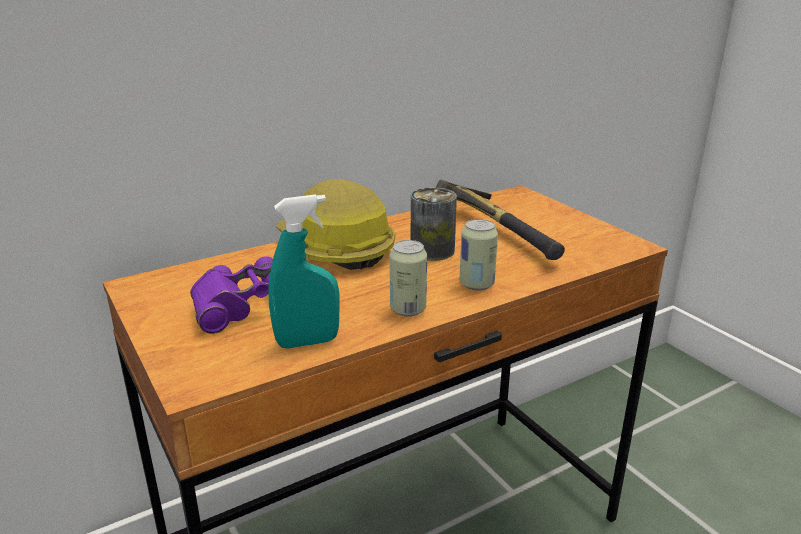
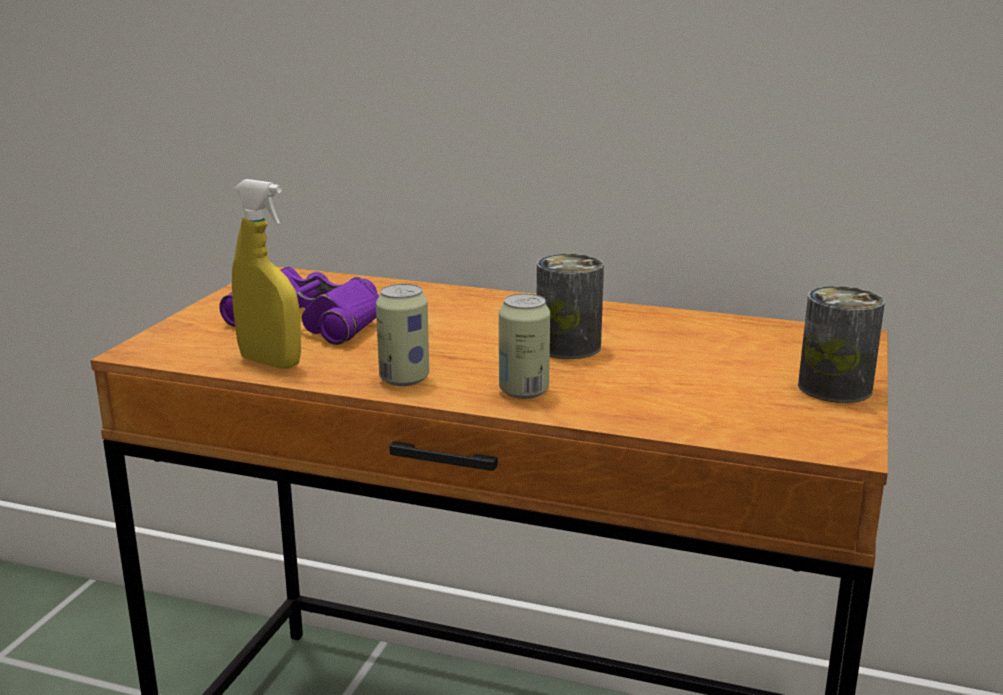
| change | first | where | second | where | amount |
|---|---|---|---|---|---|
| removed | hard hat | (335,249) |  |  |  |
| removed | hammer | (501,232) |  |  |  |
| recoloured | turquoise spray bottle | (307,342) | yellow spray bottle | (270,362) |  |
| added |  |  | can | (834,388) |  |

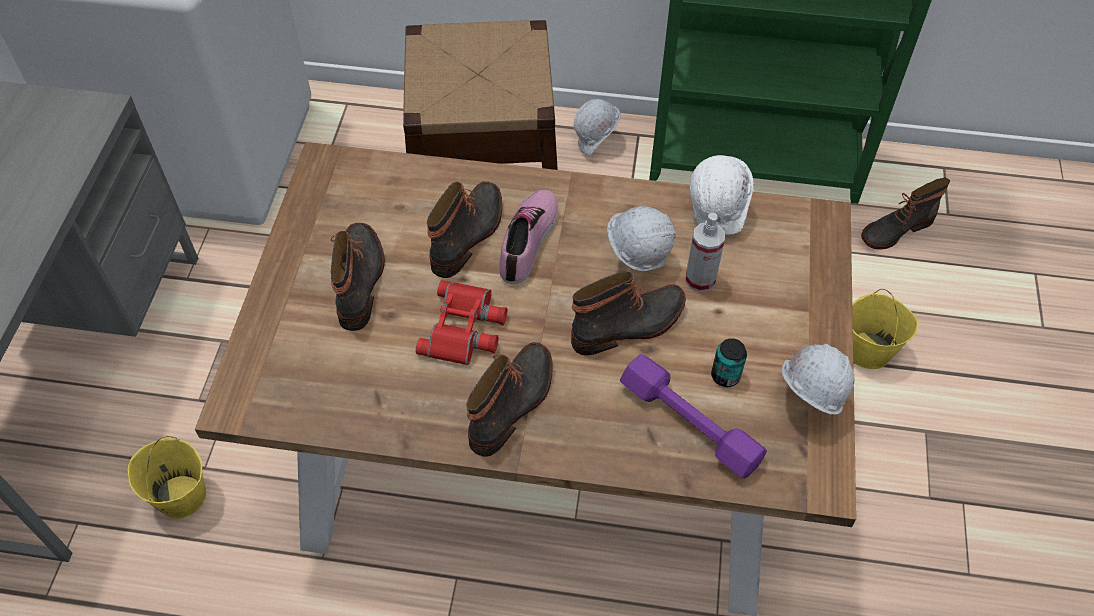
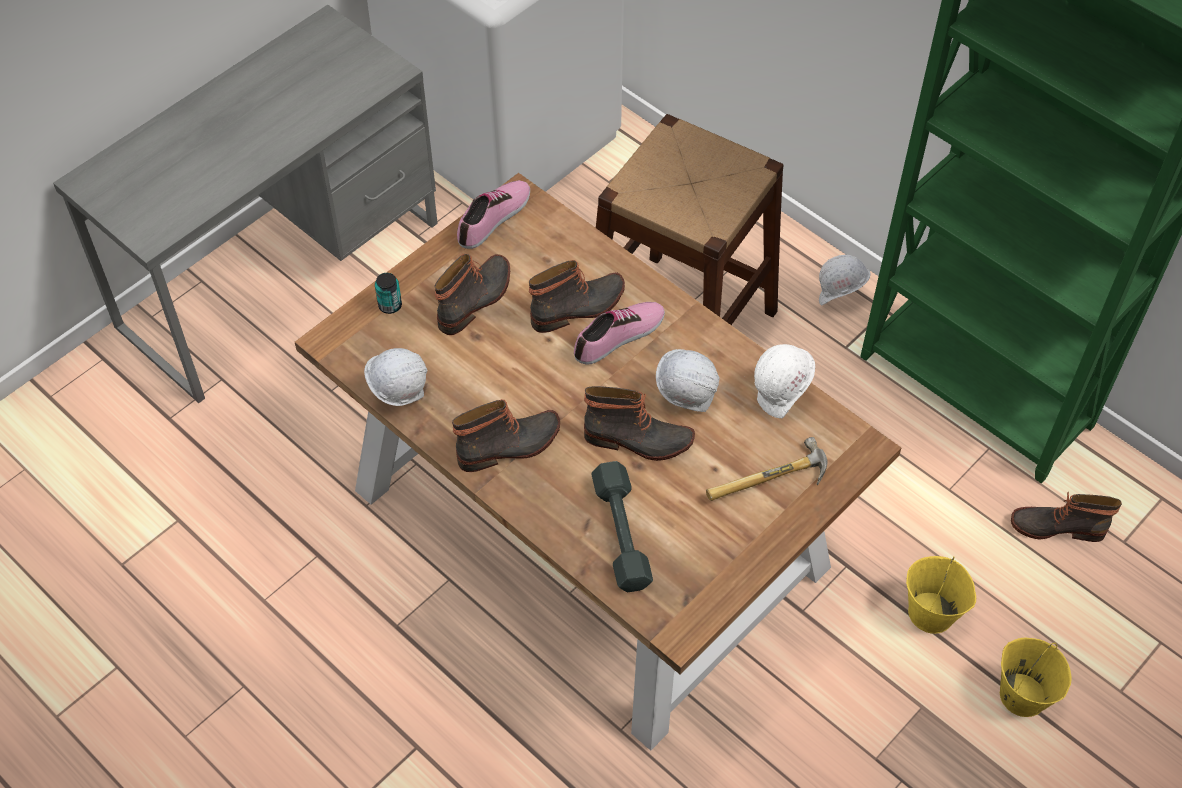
| change | first | where | second | where | amount |
|---|---|---|---|---|---|
| removed | spray bottle | (700,279) |  |  |  |
| removed | red binoculars | (465,329) |  |  |  |
| moved | can | (725,376) |  | (390,305) |  |
| moved | white hard hat | (805,401) |  | (399,395) |  |
| recoloured | purple dumbbell | (690,423) | grey dumbbell | (622,533) |  |
| moved | yellow bucket | (181,496) |  | (1022,695) |  |
| added |  |  | shoe | (494,218) |  |
| added |  |  | hammer | (770,484) |  |

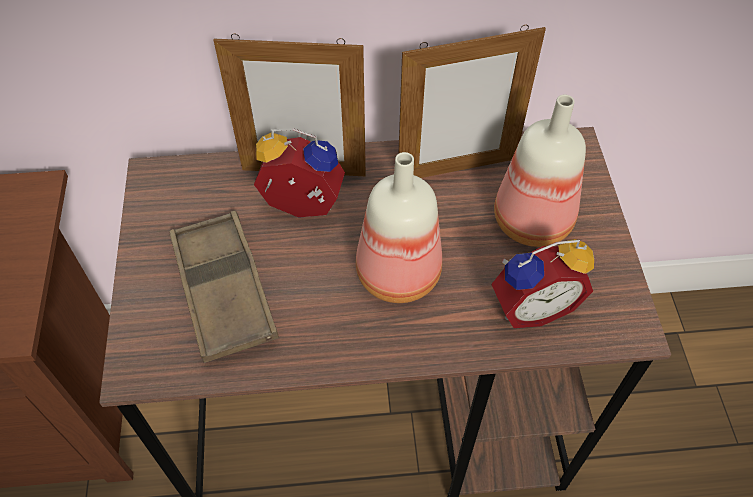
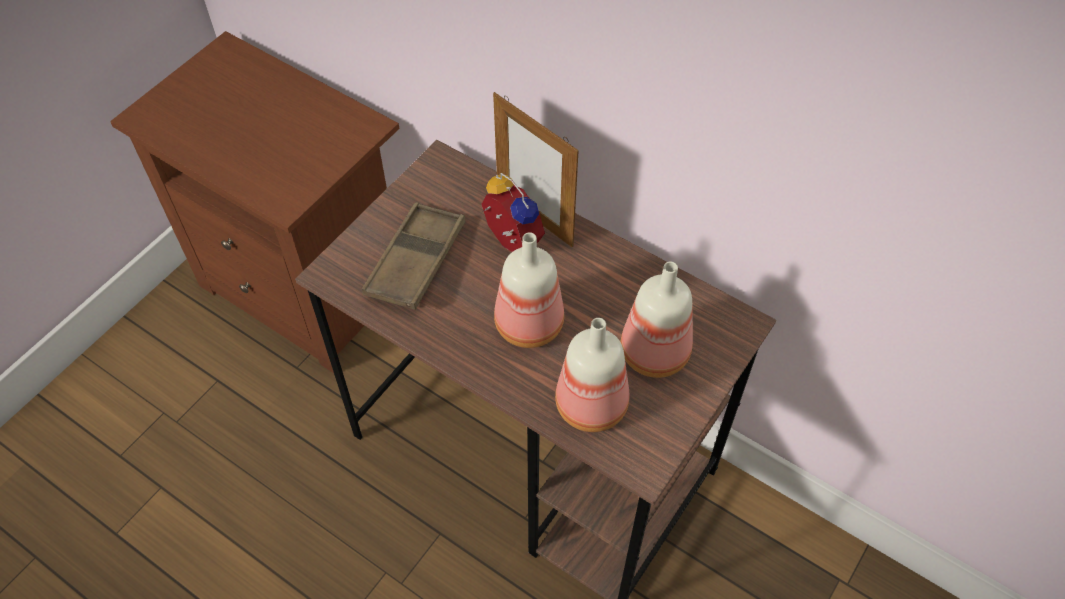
| change | first | where | second | where | amount |
|---|---|---|---|---|---|
| removed | picture frame | (457,169) |  |  |  |
| replaced | alarm clock | (531,305) | bottle | (593,404) |  |

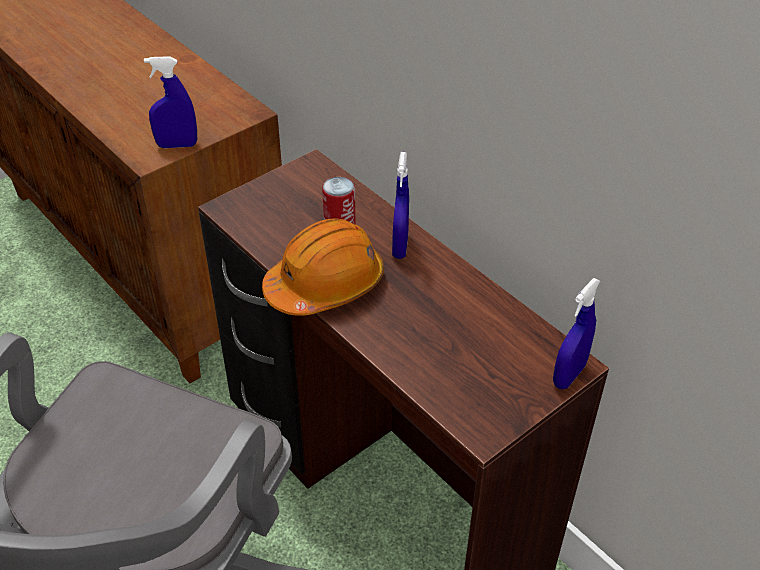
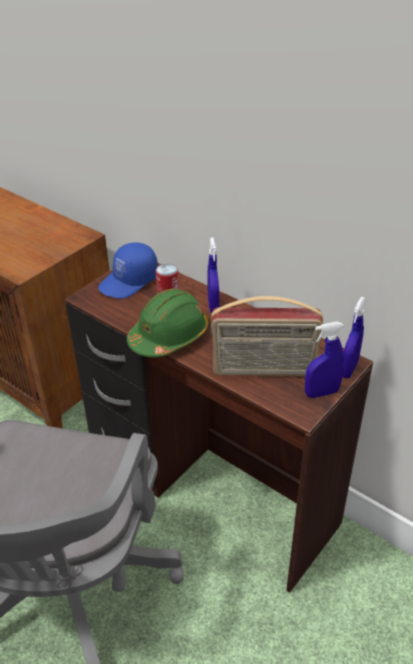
| change | first | where | second | where | amount |
|---|---|---|---|---|---|
| moved | blue spray bottle | (177,145) |  | (321,393) |  |
| recoloured | orange hard hat | (325,284) | green hard hat | (169,336) |  |
| added |  |  | blue cap | (129,282) |  |
| added |  |  | radio | (264,370) |  |

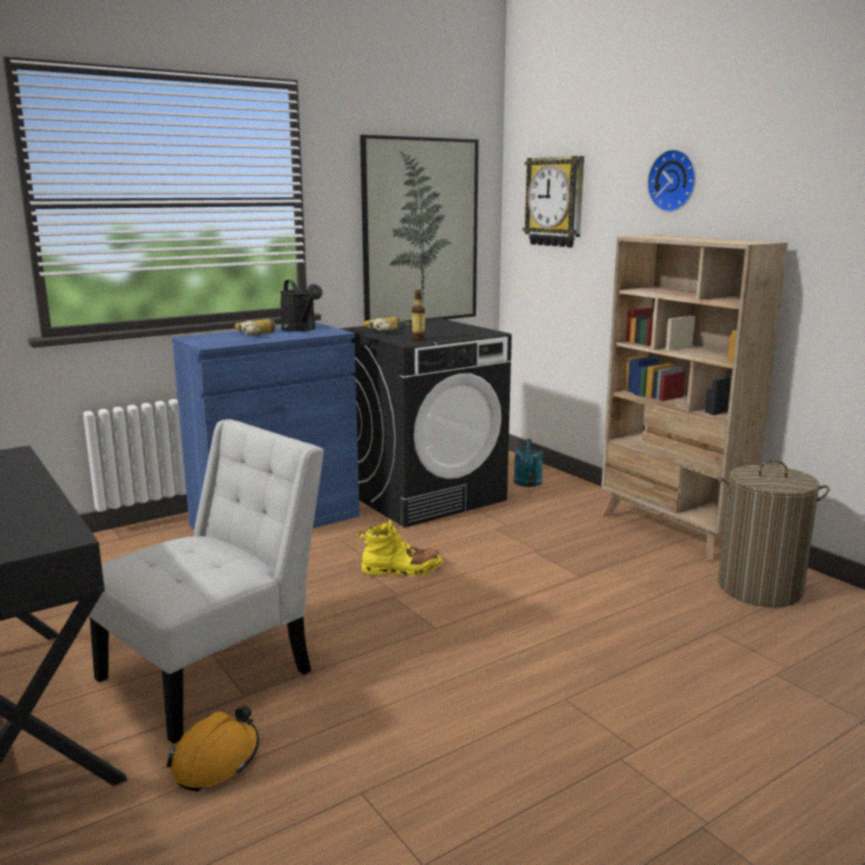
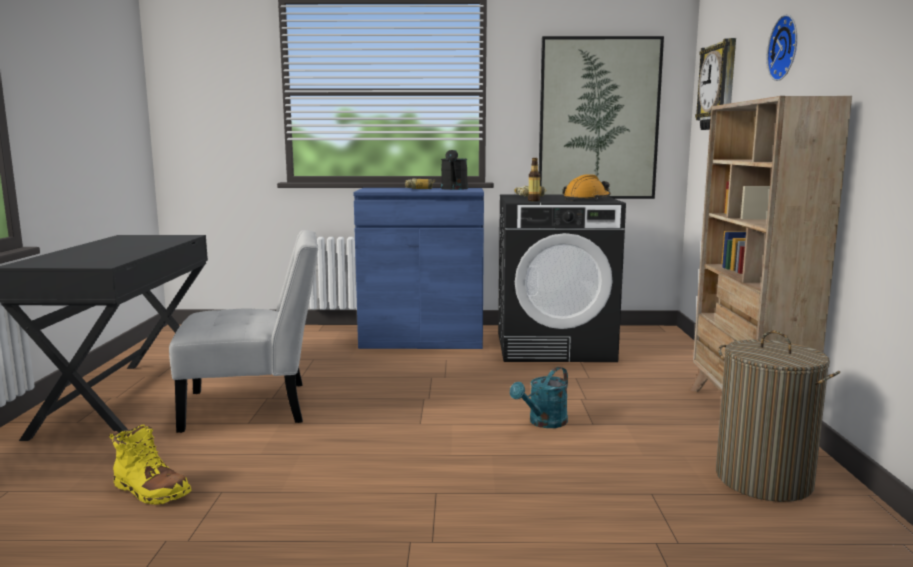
| change | first | where | second | where | amount |
|---|---|---|---|---|---|
| moved | turquoise watering can | (527,484) |  | (543,423) |  |
| moved | yellow boot | (401,570) |  | (151,491) |  |
| moved | orange hard hat | (216,760) |  | (587,199) |  |

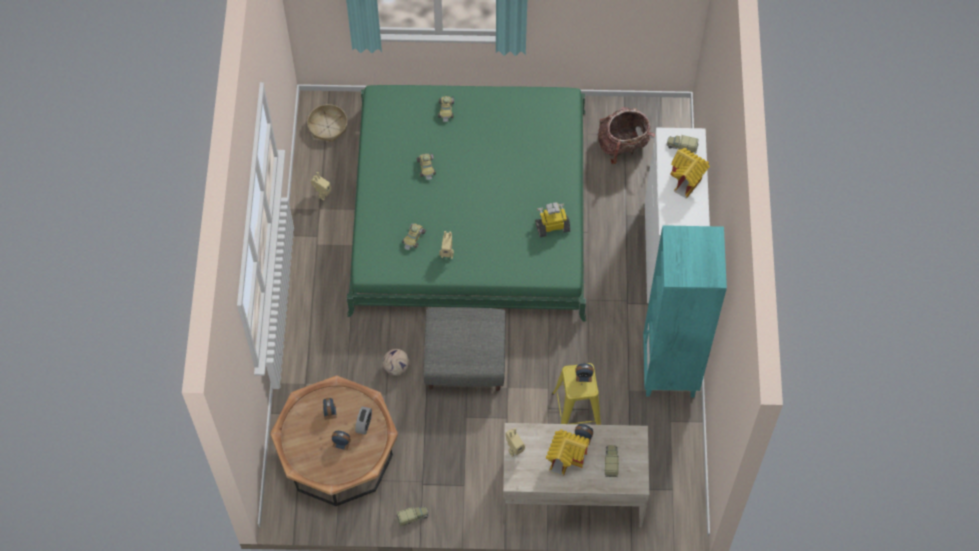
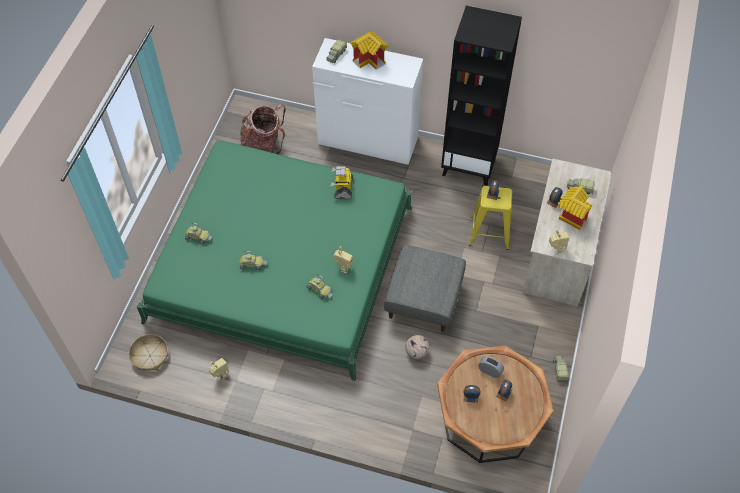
| change | first | where | second | where | amount |
|---|---|---|---|---|---|
| recoloured | turquoise bookcase | (670,370) | black bookcase | (469,165) |  |

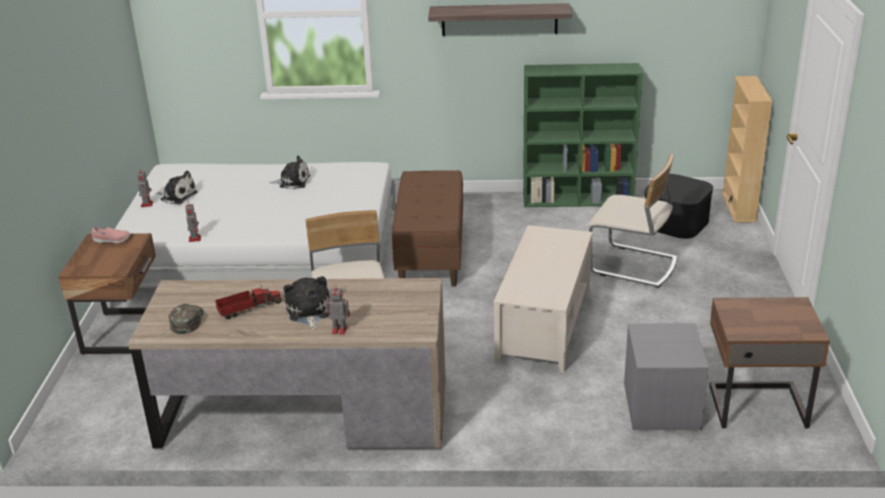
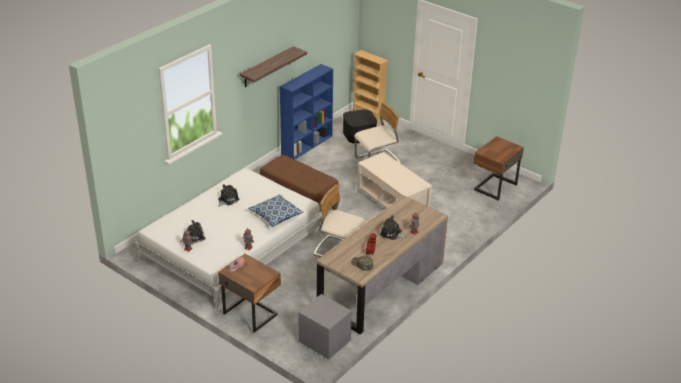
| change | first | where | second | where | amount |
|---|---|---|---|---|---|
| recoloured | green bookcase | (579,199) | blue bookcase | (307,145) |  |
| moved | grey nightstand | (661,407) |  | (324,341) |  |
| added |  |  | pillow | (275,216) |  |

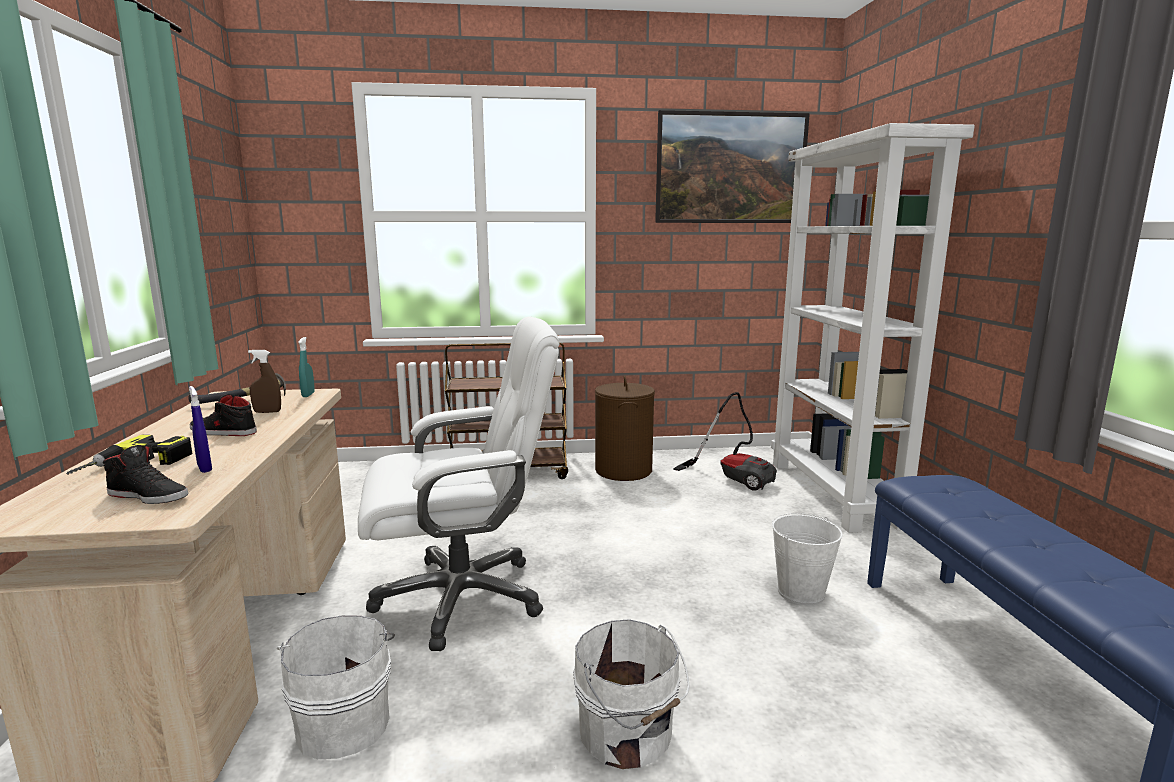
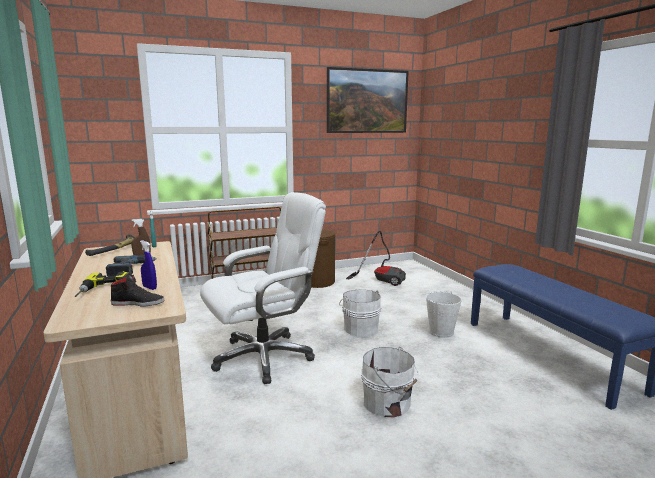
| change | first | where | second | where | amount |
|---|---|---|---|---|---|
| removed | white bookcase | (835,493) |  |  |  |
| replaced | black shoe | (222,432) | power drill | (130,269) |  |
| moved | white bucket | (345,721) |  | (360,328) |  |

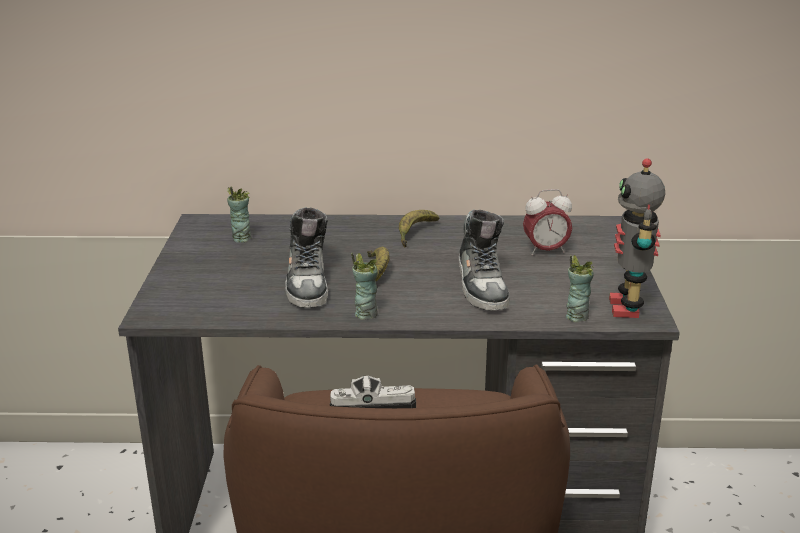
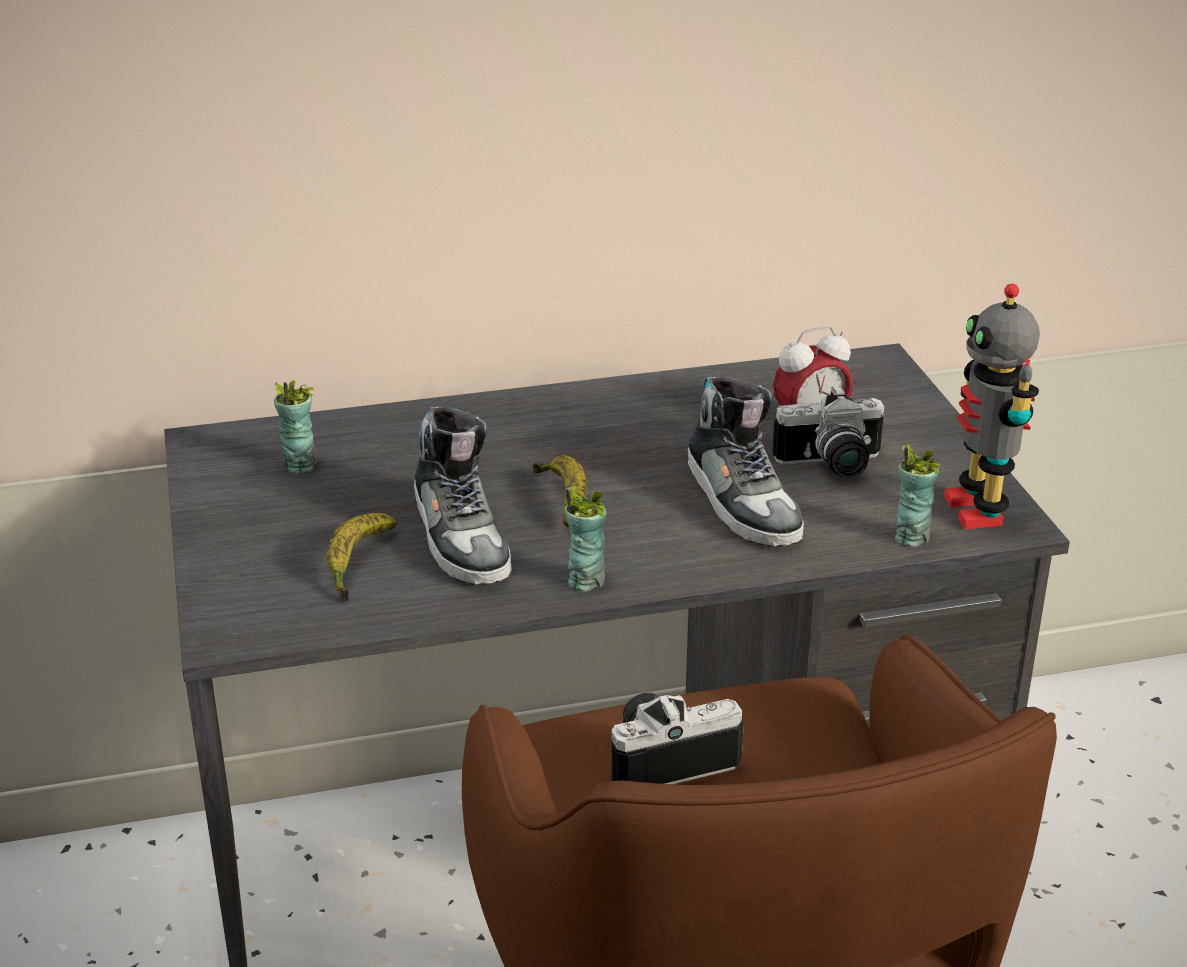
| change | first | where | second | where | amount |
|---|---|---|---|---|---|
| moved | banana | (415,233) |  | (357,564) |  |
| added |  |  | photo camera | (832,466) |  |

